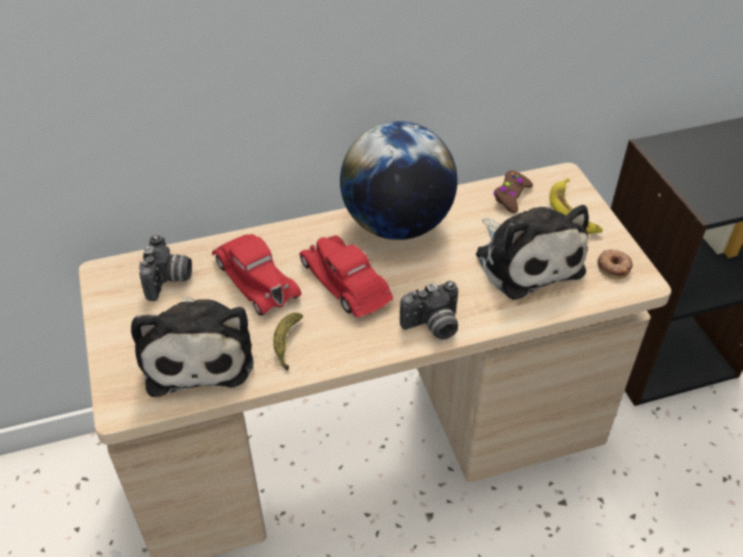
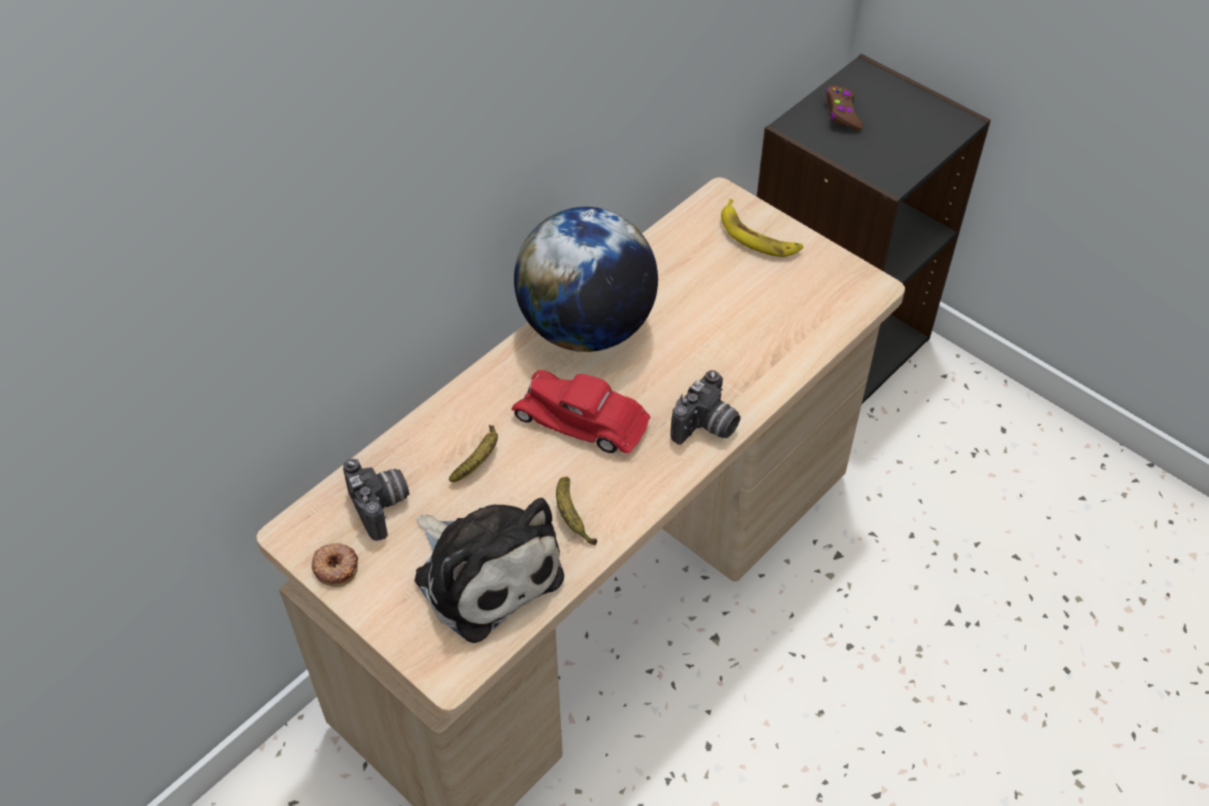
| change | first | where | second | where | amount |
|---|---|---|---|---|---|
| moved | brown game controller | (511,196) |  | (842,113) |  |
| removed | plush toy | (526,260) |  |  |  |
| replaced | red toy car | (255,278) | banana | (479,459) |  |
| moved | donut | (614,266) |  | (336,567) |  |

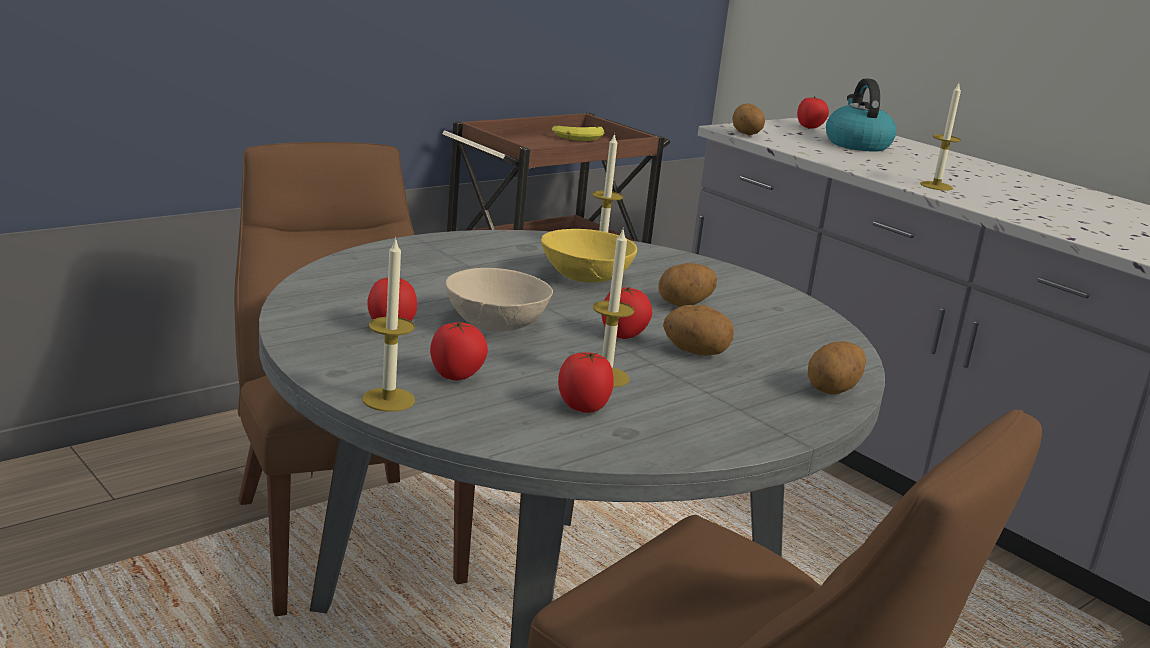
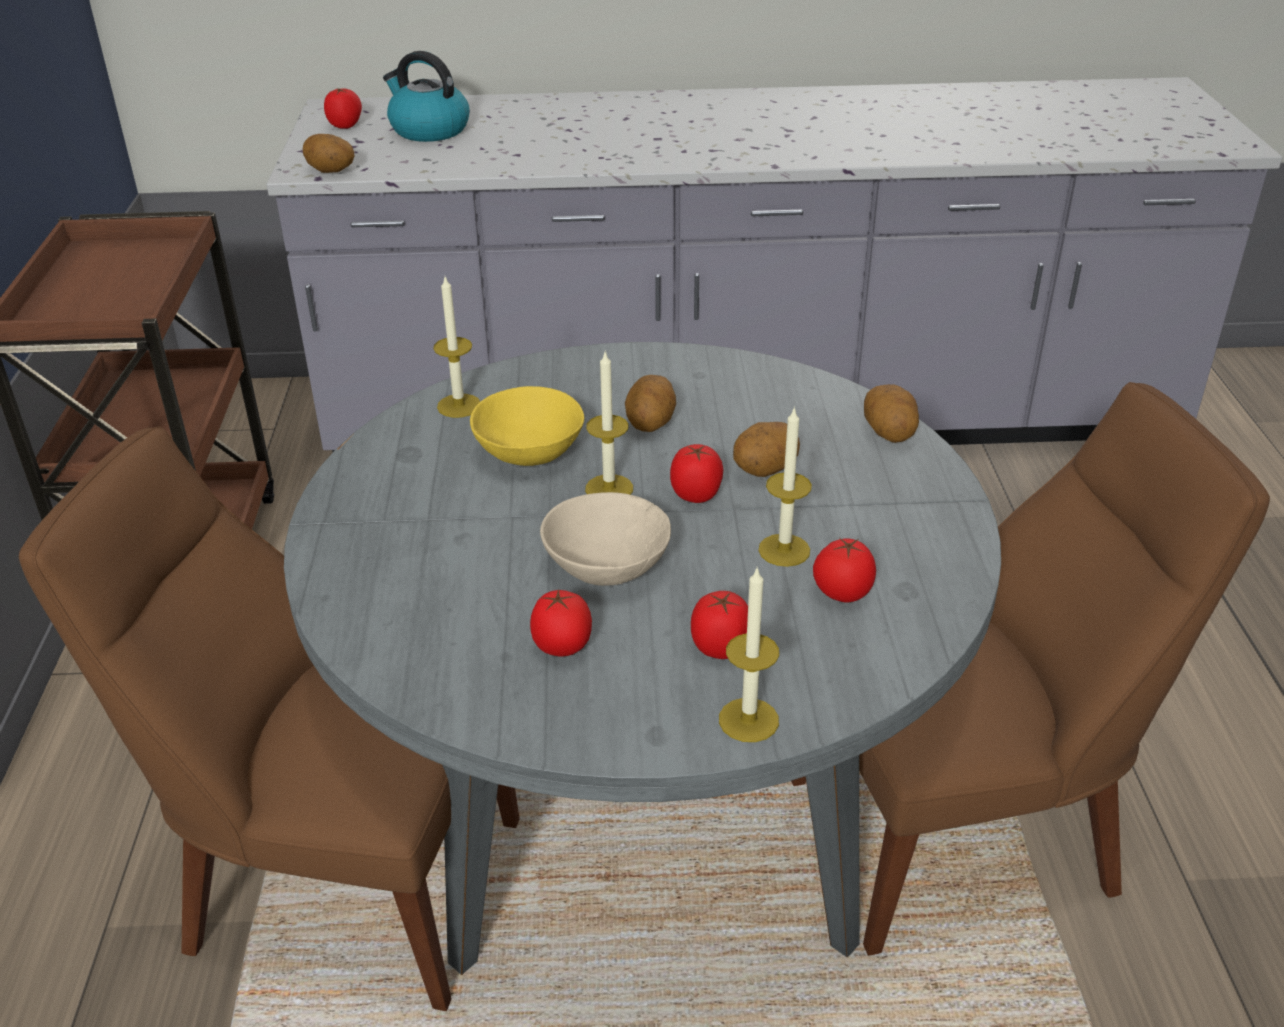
| change | first | where | second | where | amount |
|---|---|---|---|---|---|
| moved | candle | (936,186) |  | (609,488) |  |
| removed | banana | (577,136) |  |  |  |

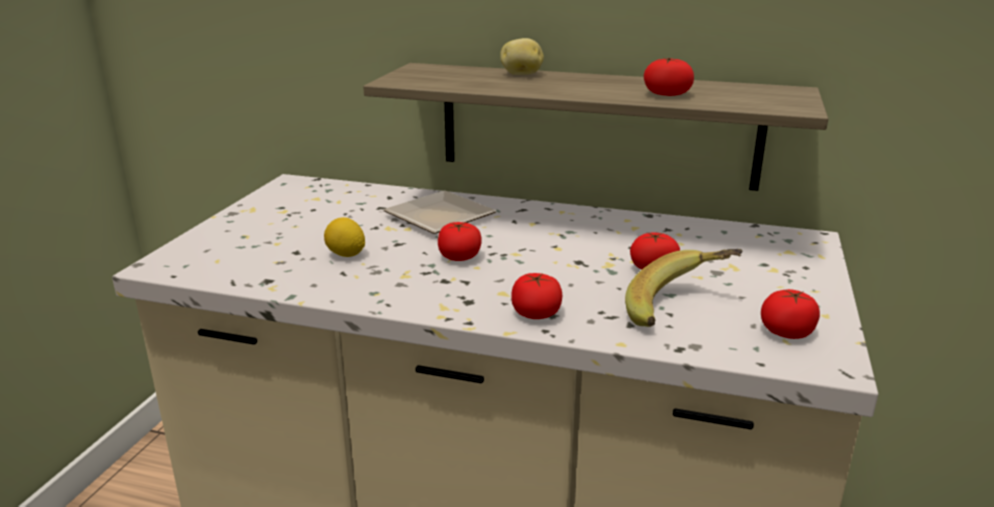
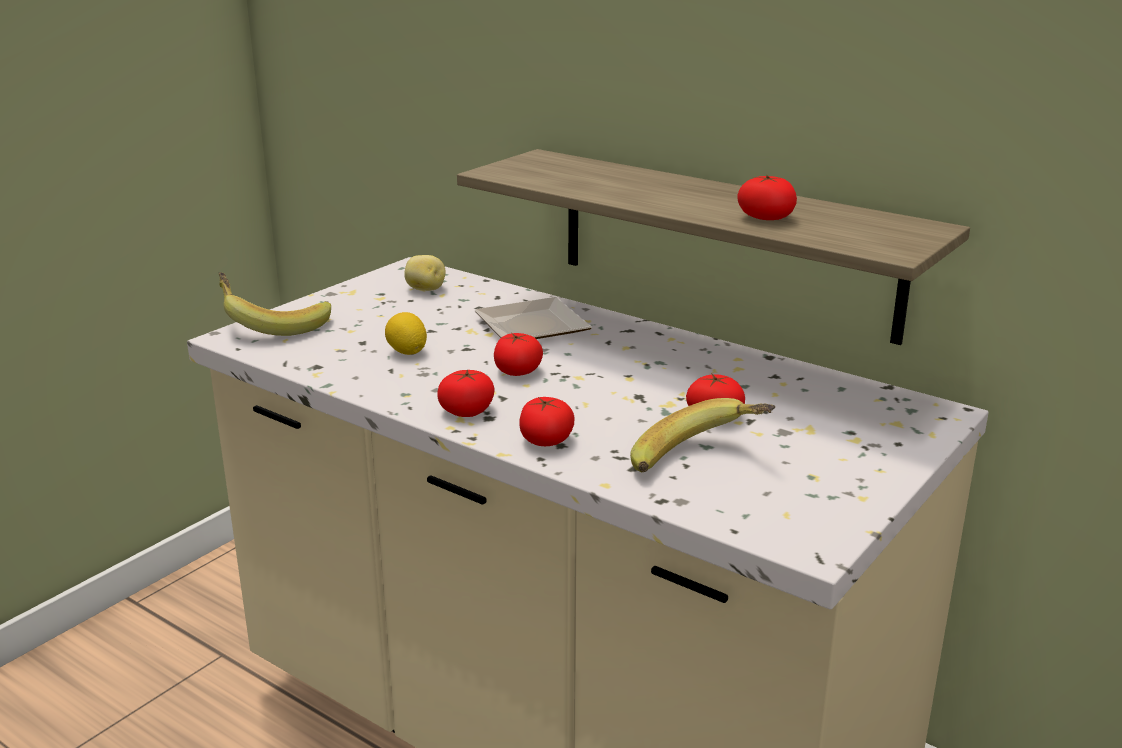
| change | first | where | second | where | amount |
|---|---|---|---|---|---|
| moved | potato | (522,74) |  | (425,289) |  |
| moved | tomato | (787,331) |  | (466,411) |  |
| added |  |  | banana | (273,325) |  |

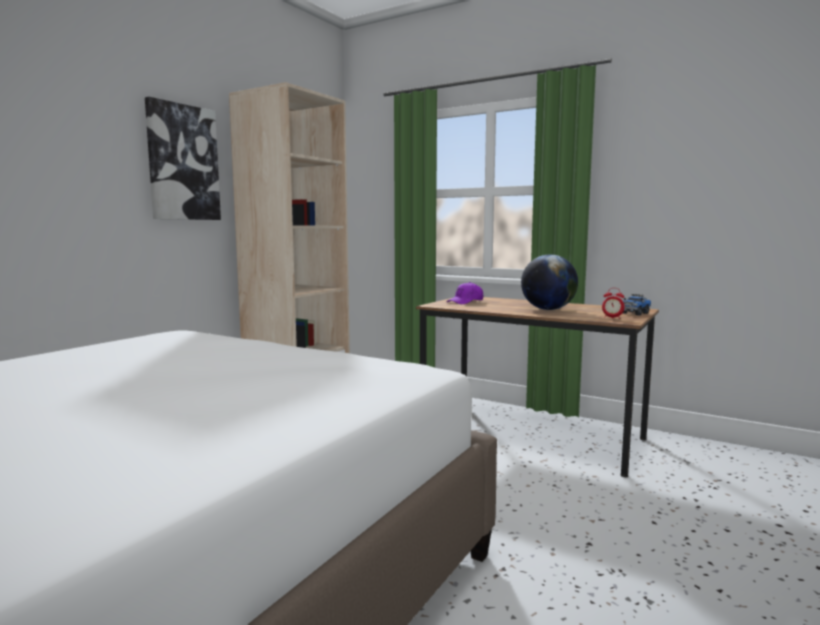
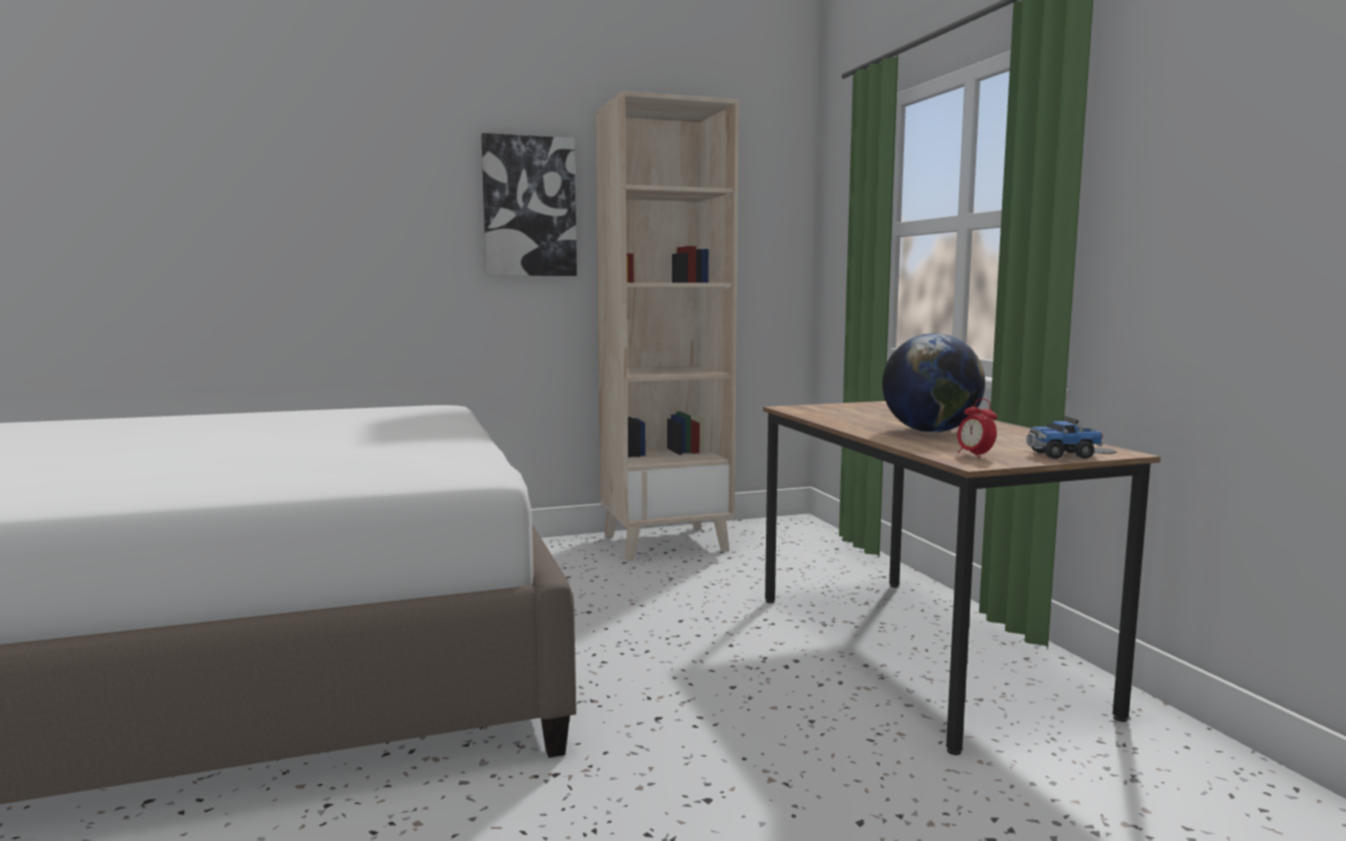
| change | first | where | second | where | amount |
|---|---|---|---|---|---|
| removed | purple cap | (465,302) |  |  |  |

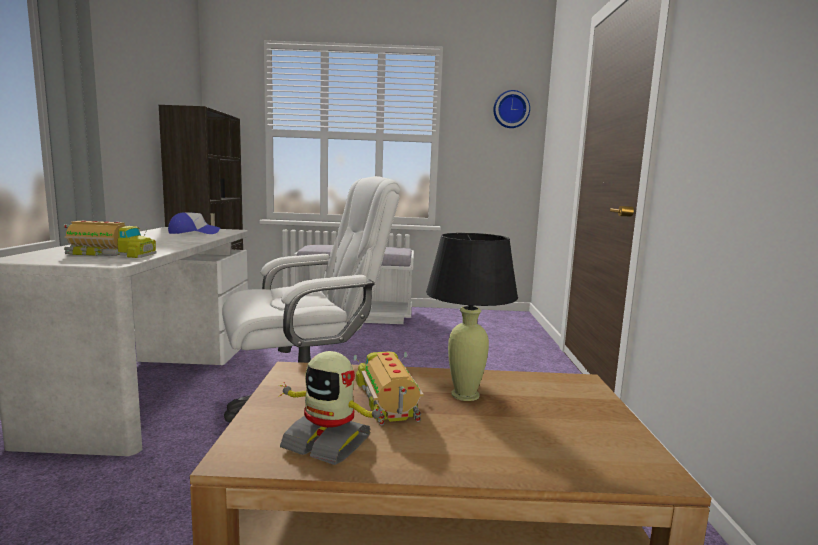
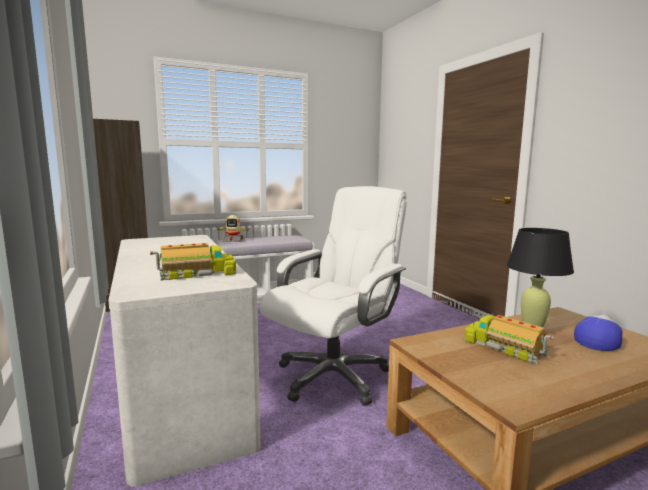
| change | first | where | second | where | amount |
|---|---|---|---|---|---|
| removed | wall clock | (511,109) |  |  |  |
| moved | cap | (194,233) |  | (599,340) |  |
| moved | toy robot | (328,442) |  | (233,240) |  |

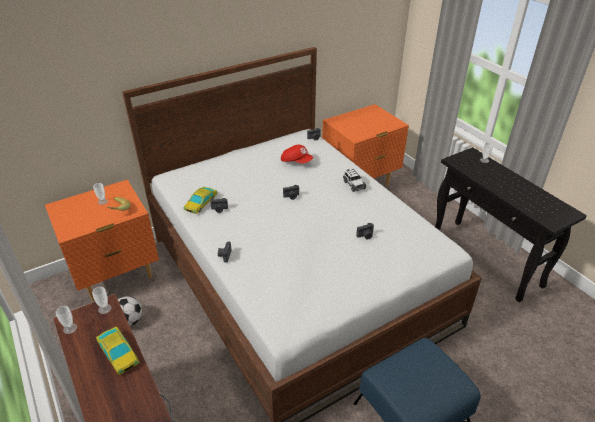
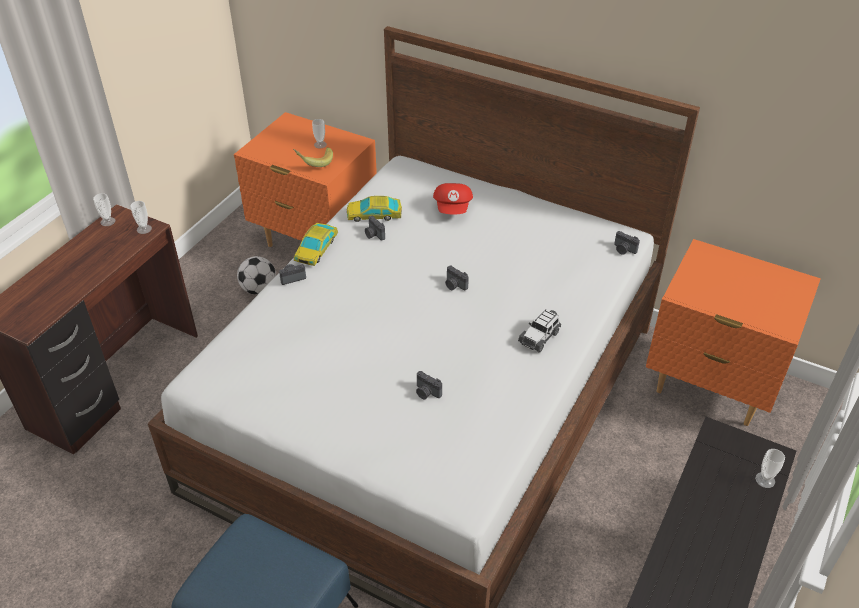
| change | first | where | second | where | amount |
|---|---|---|---|---|---|
| moved | red cap | (296,161) |  | (453,208) |  |
| moved | toy car | (118,353) |  | (316,248) |  |

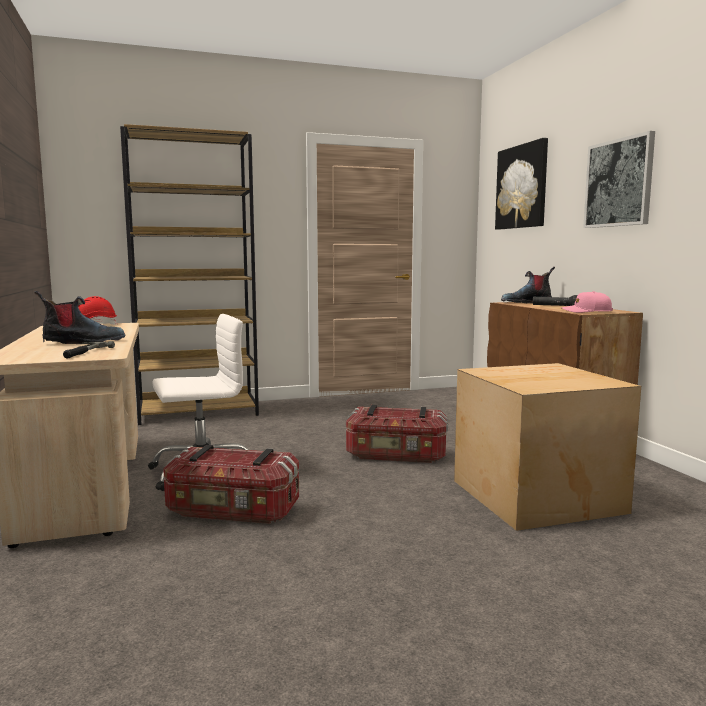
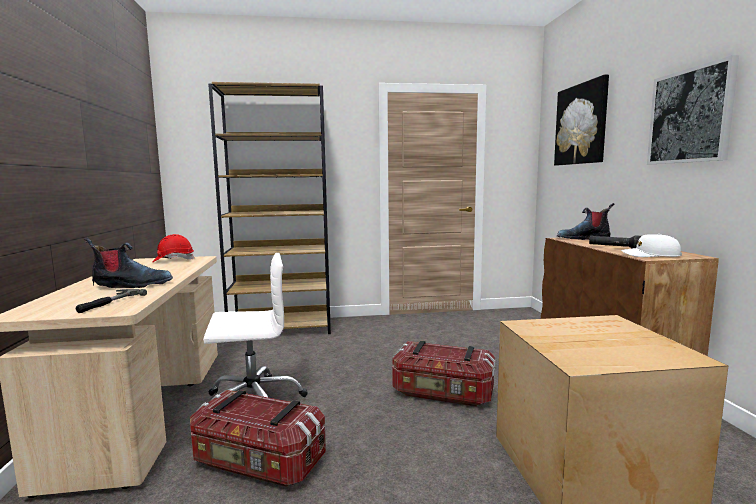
| change | first | where | second | where | amount |
|---|---|---|---|---|---|
| recoloured | pink cap | (586,311) | white cap | (650,255) |  |

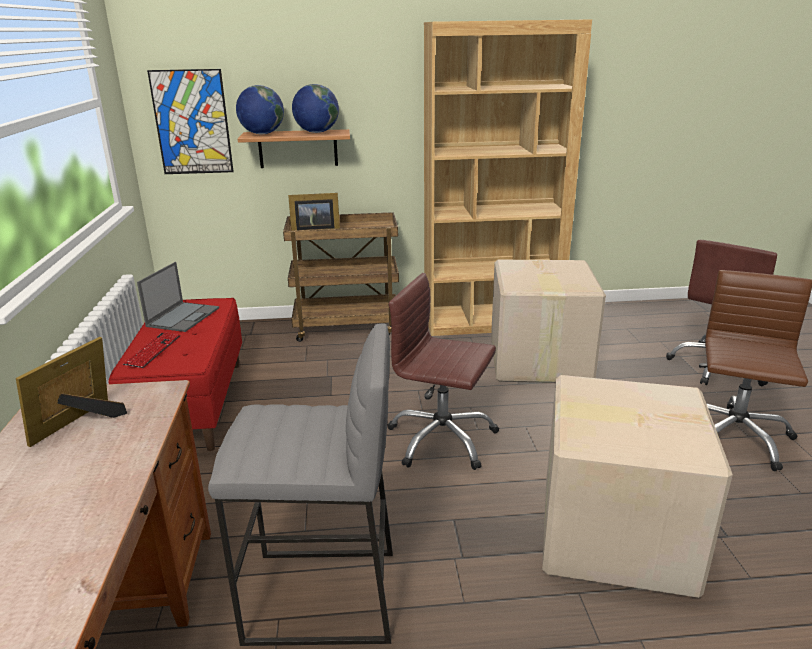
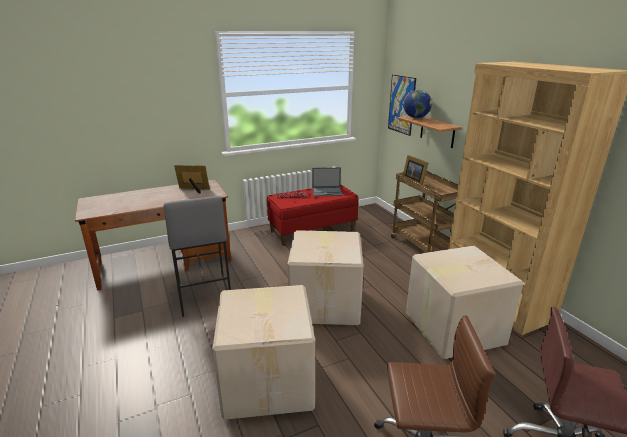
| change | first | where | second | where | amount |
|---|---|---|---|---|---|
| removed | globe | (317,132) |  |  |  |
| replaced | brown office chair | (441,439) | cardboard box | (326,303) |  |

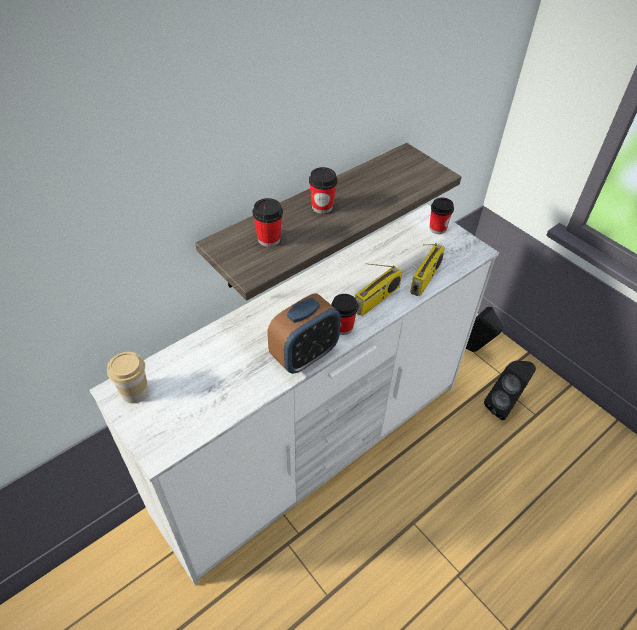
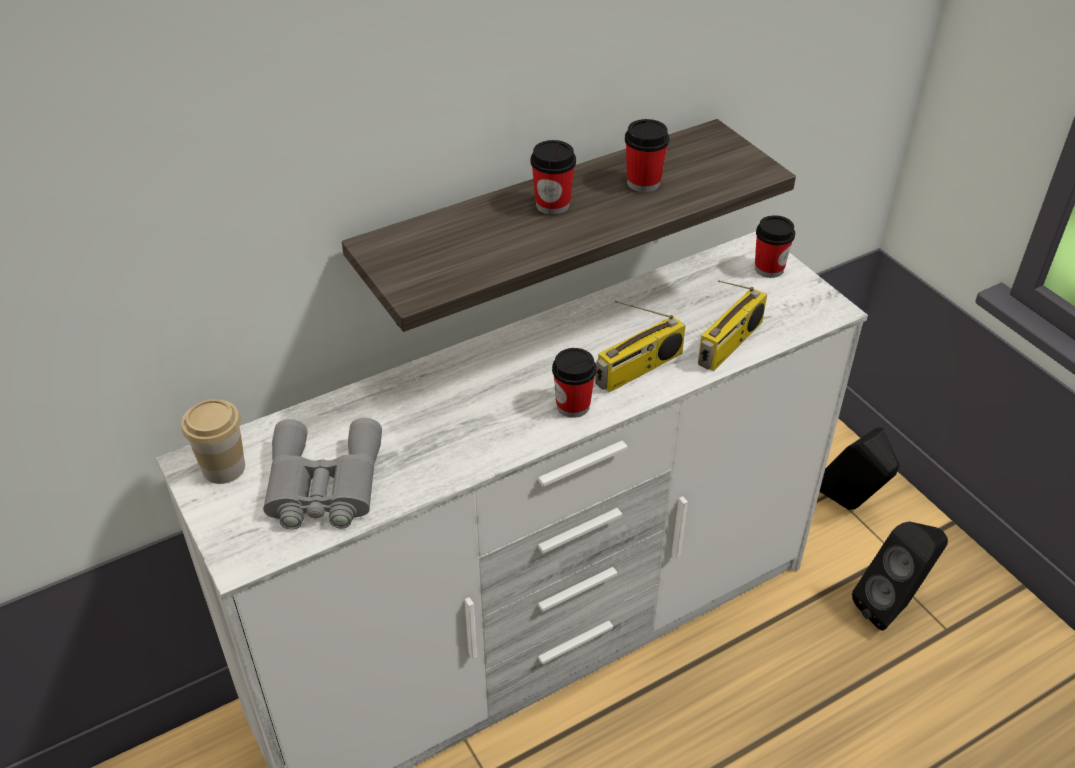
| change | first | where | second | where | amount |
|---|---|---|---|---|---|
| moved | cup | (269,239) |  | (643,182) |  |
| removed | alarm clock | (304,355) |  |  |  |
| added |  |  | grey binoculars | (323,486) |  |

